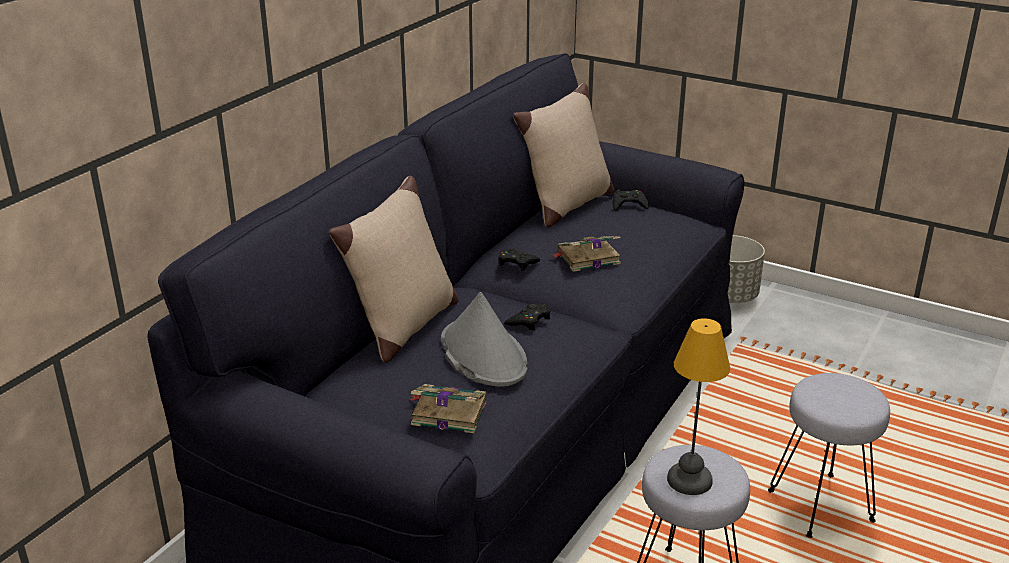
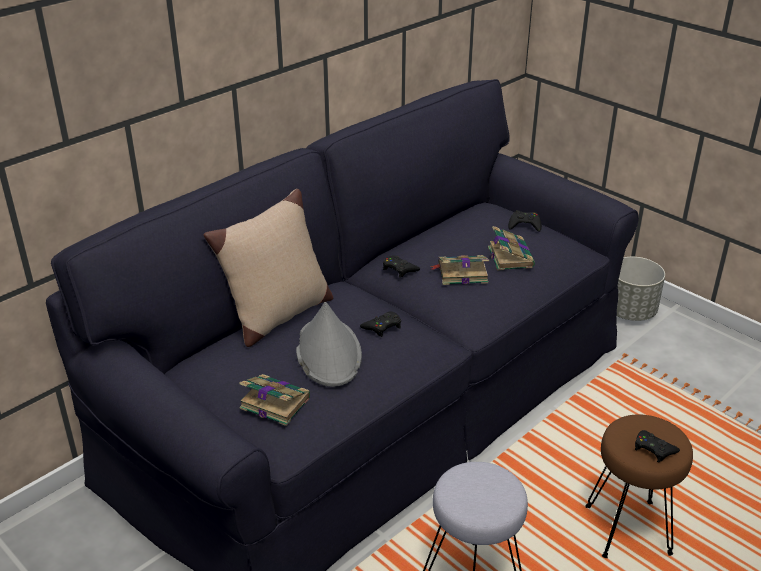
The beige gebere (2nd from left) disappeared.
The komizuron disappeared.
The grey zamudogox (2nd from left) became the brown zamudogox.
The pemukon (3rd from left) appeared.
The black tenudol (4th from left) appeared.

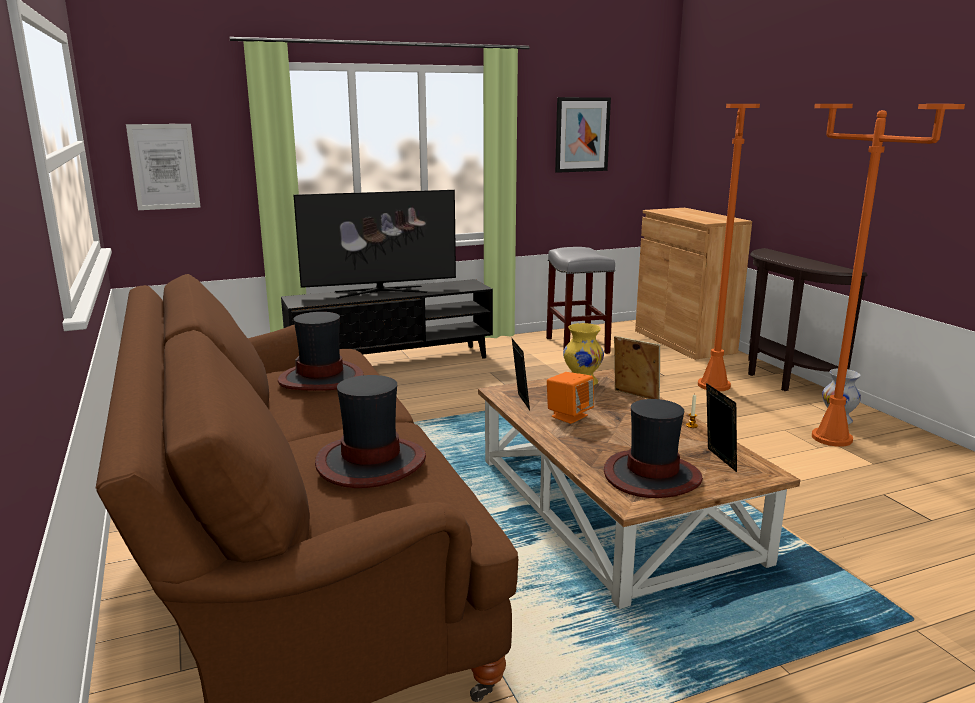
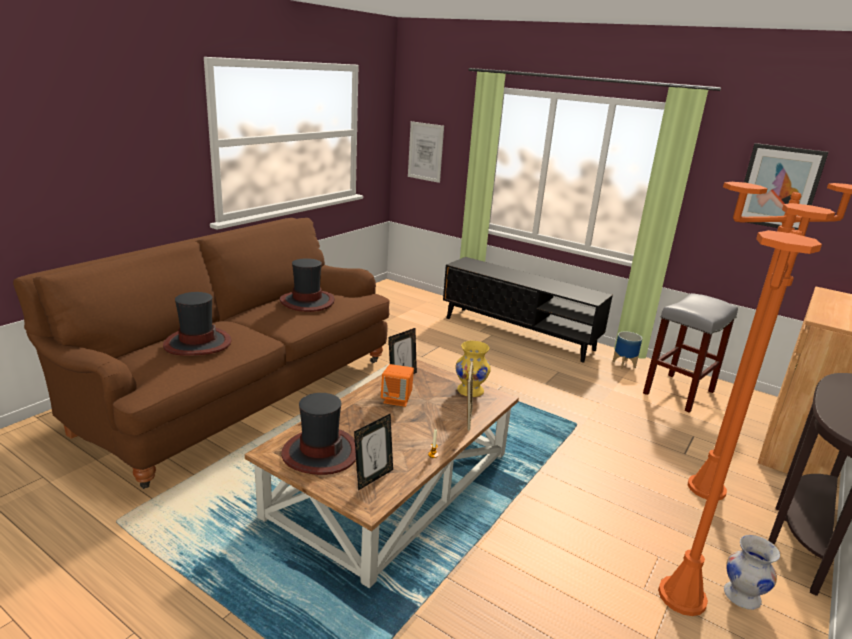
The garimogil disappeared.
The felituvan appeared.

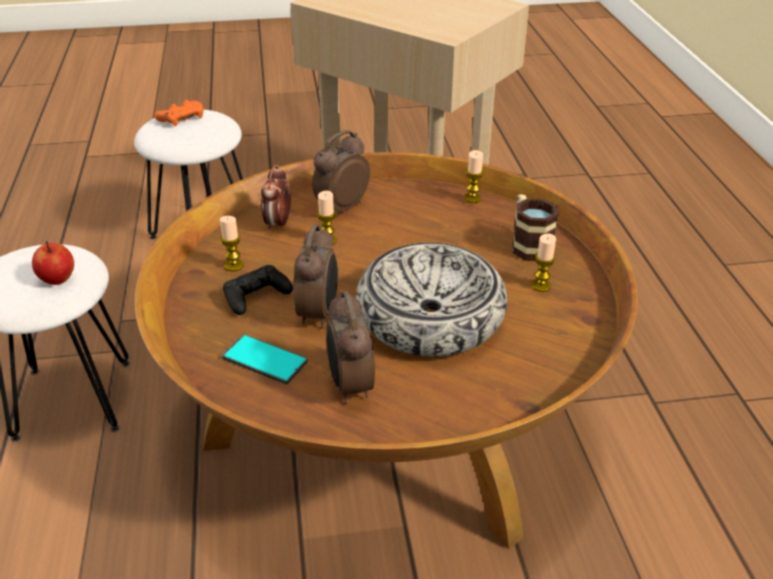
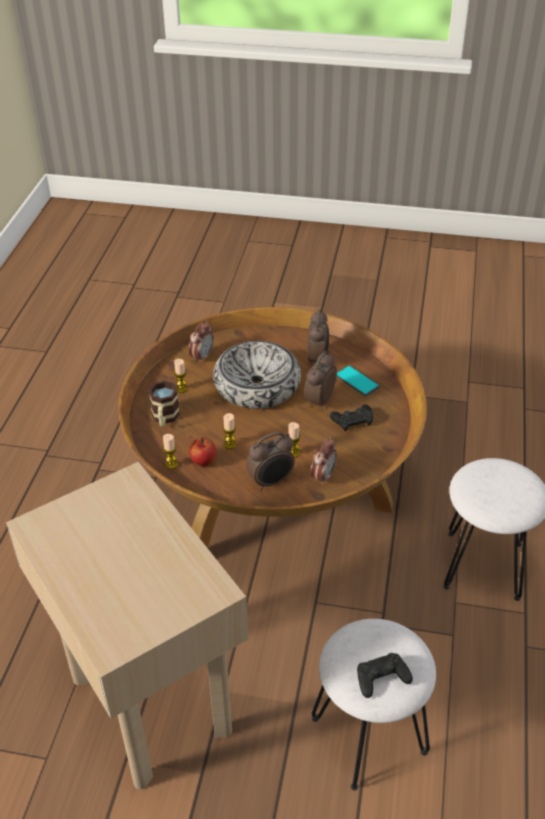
The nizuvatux moved.
The orange tenudol became the black tenudol (2nd from left).
The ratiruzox (1st from left in the first image) moved.
The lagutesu (1st from left) appeared.

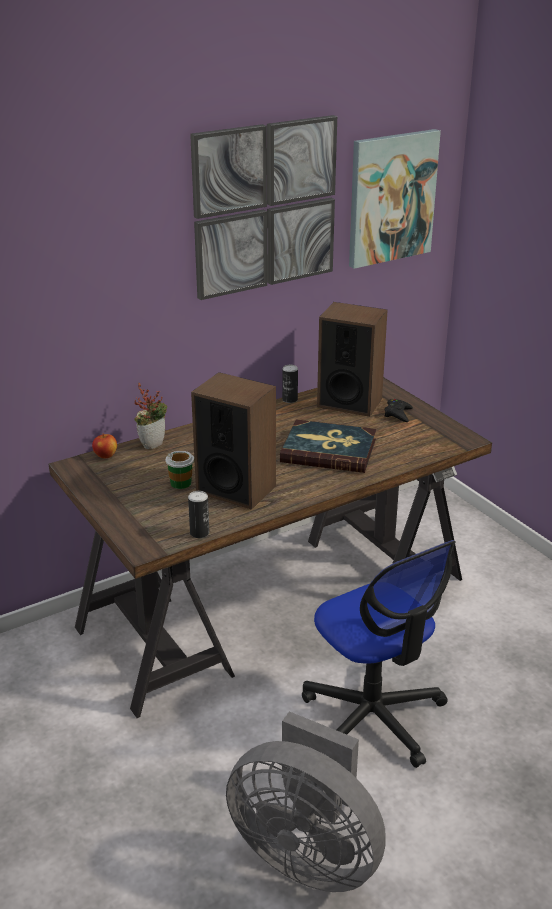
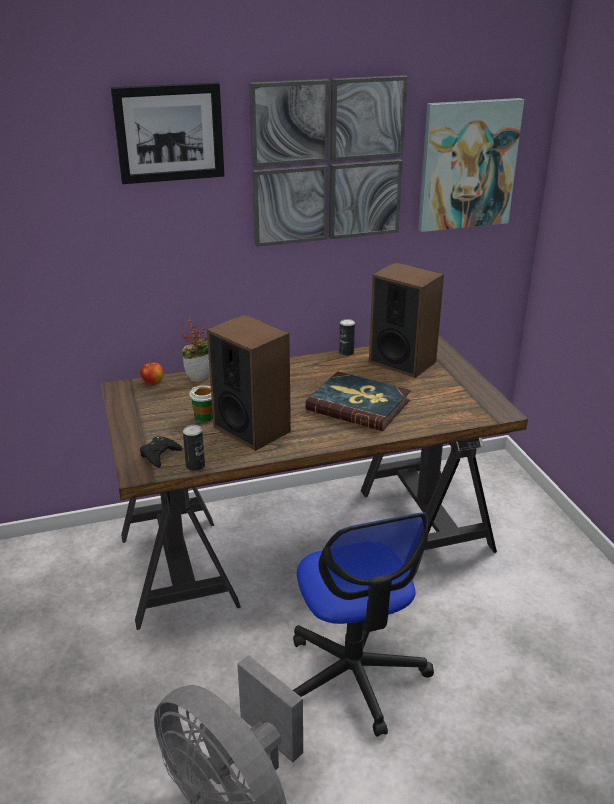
The black tenudol moved.
The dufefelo (1st from left) appeared.

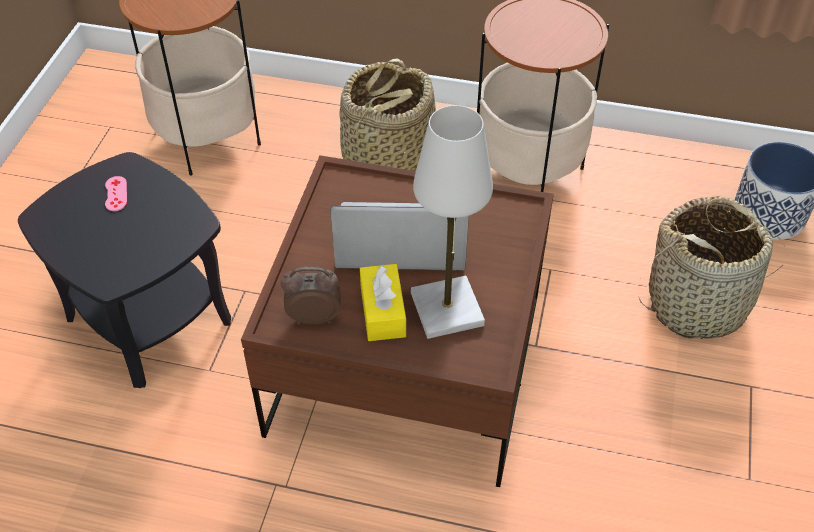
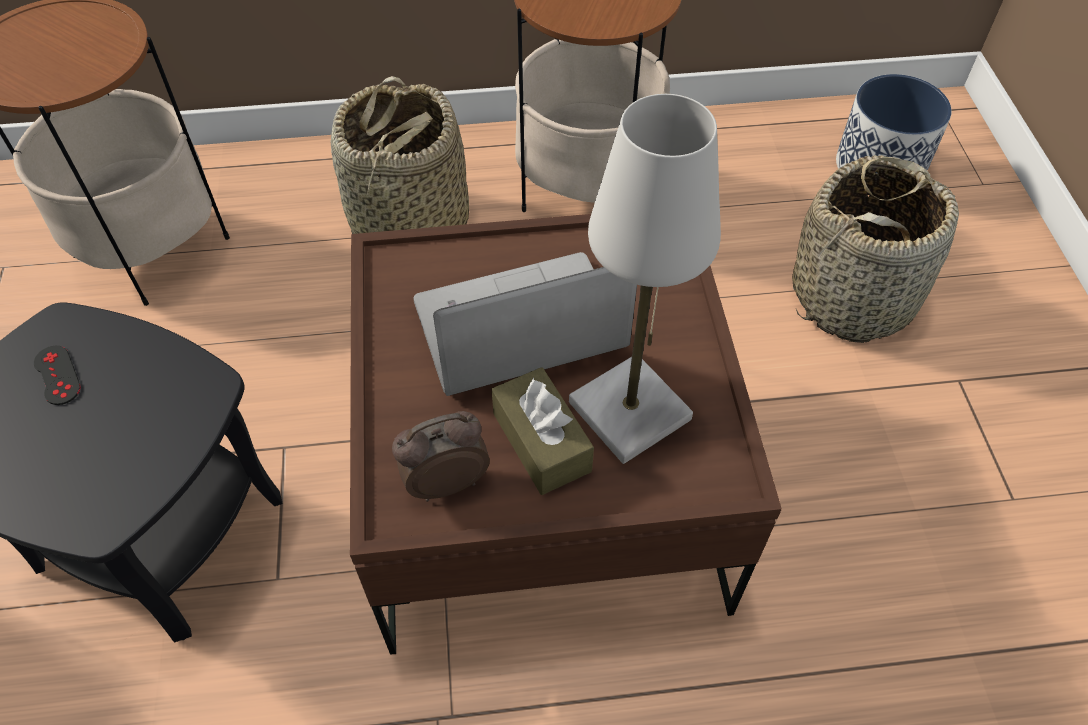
The pink tenudol became the black tenudol.
The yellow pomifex became the brown pomifex.

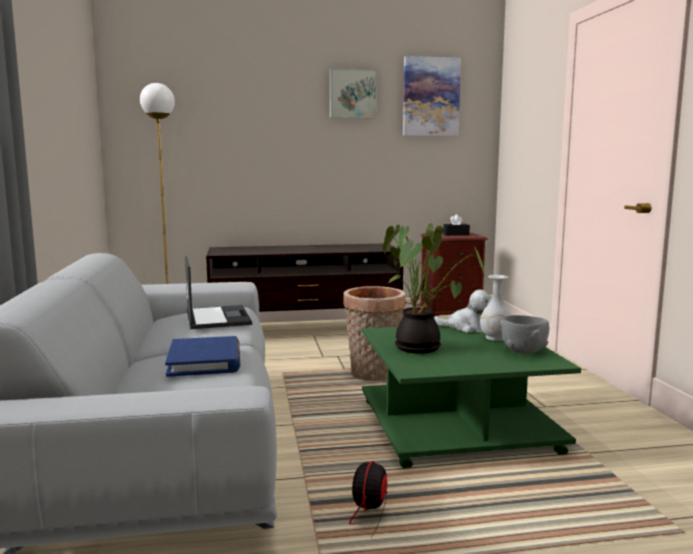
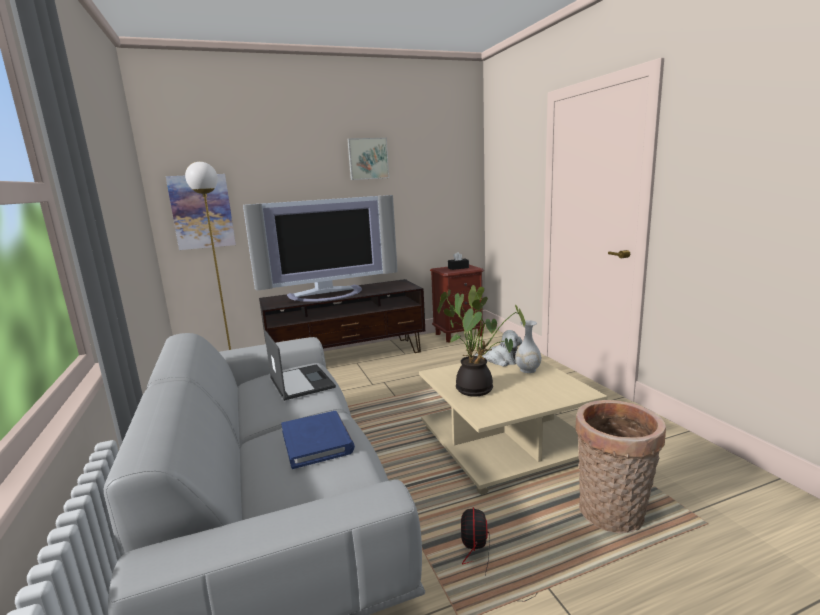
The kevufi moved.
The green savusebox became the beige savusebox.
The dufefelo (2nd from left in the first image) moved.
The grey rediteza disappeared.
The garimogil appeared.

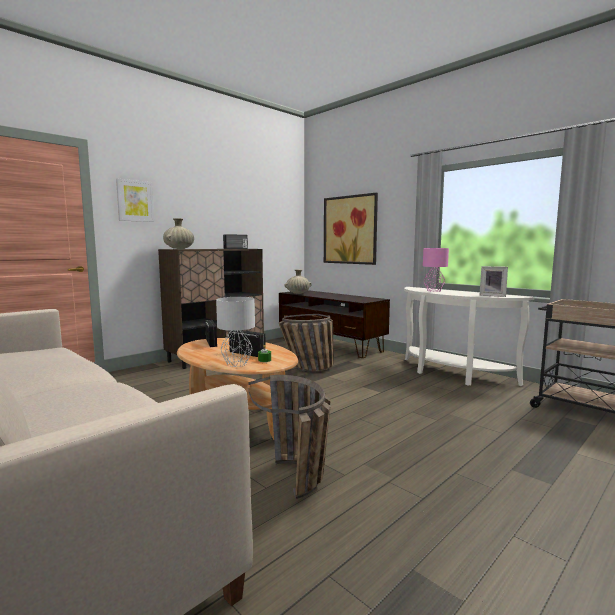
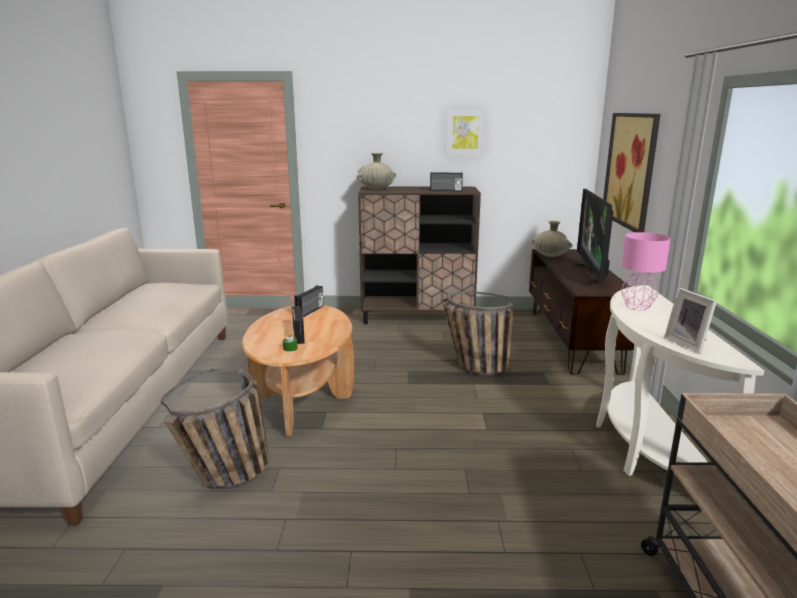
The dufefelo (1st from left) moved.
The grey komizuron disappeared.
The garimogil appeared.

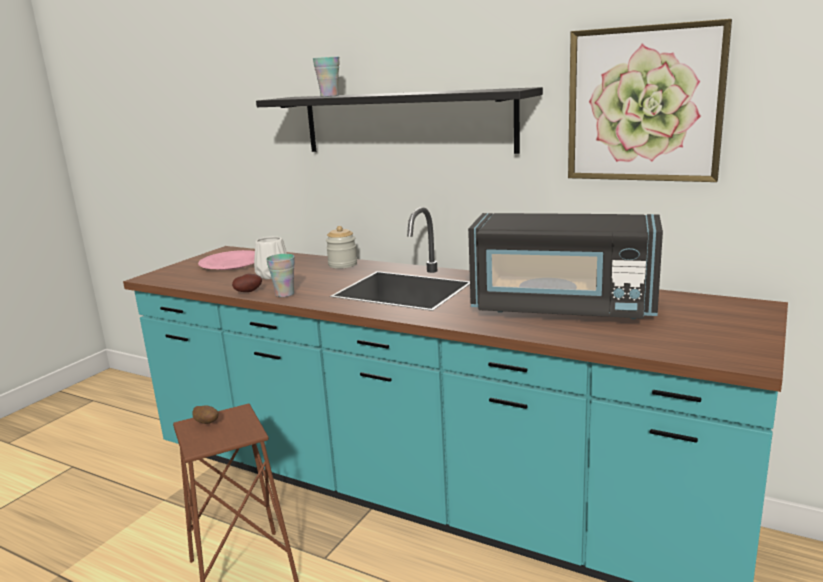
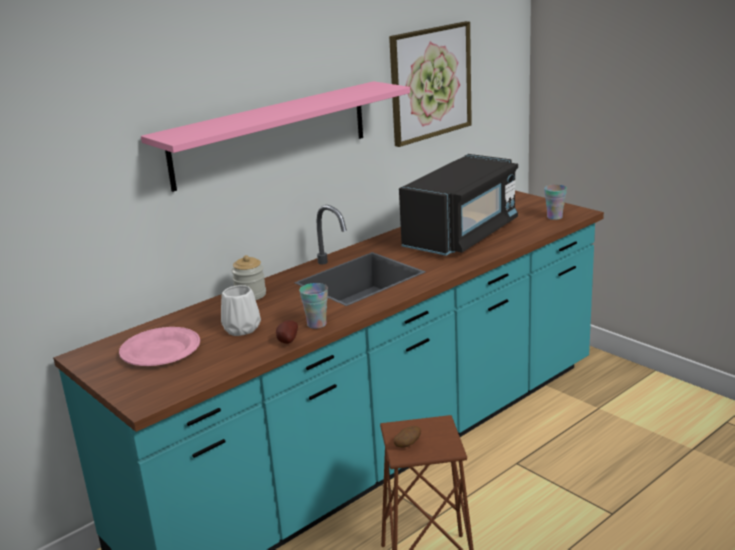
The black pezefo became the pink pezefo.
The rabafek (2nd from left) moved.

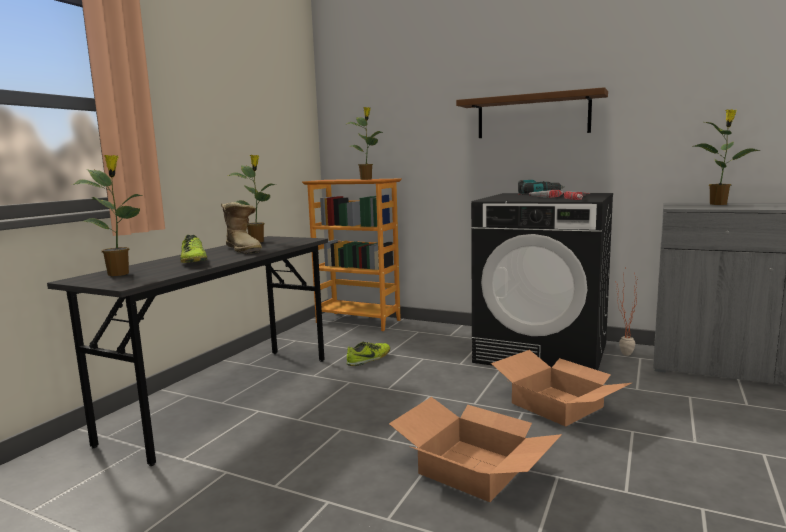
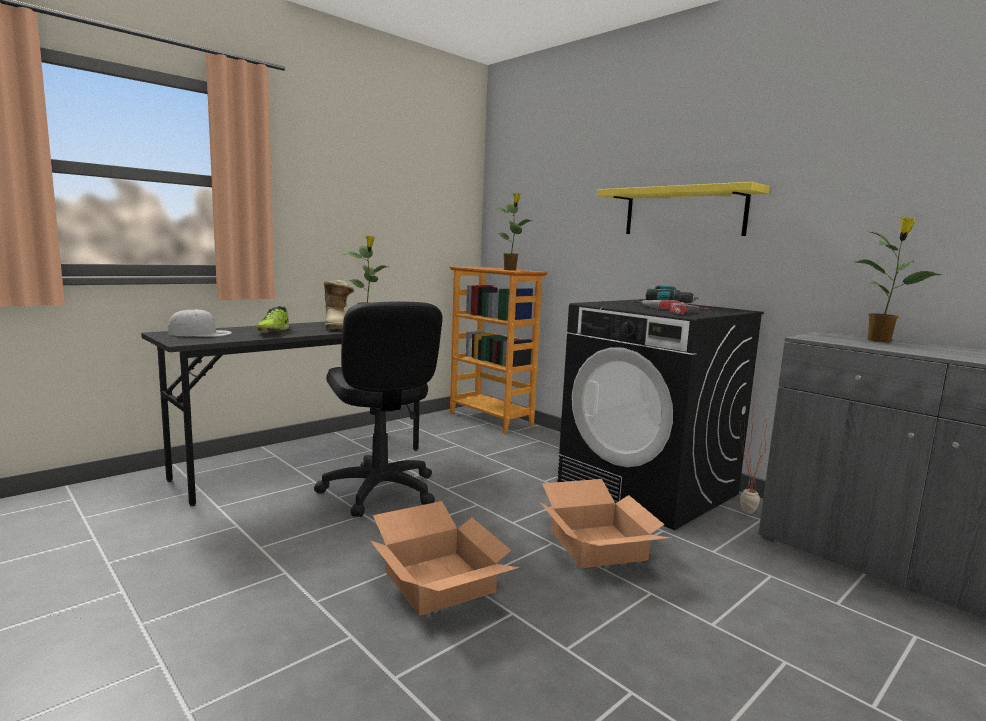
The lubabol (1st from left) was replaced by the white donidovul.
The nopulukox (2nd from left) disappeared.
The brown pezefo became the yellow pezefo.
The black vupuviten appeared.

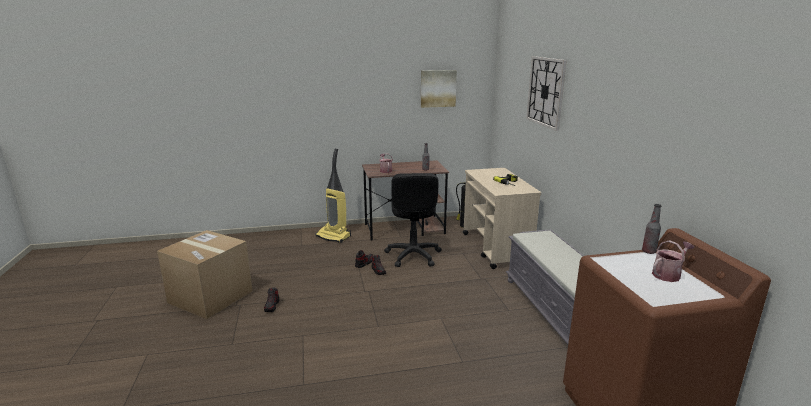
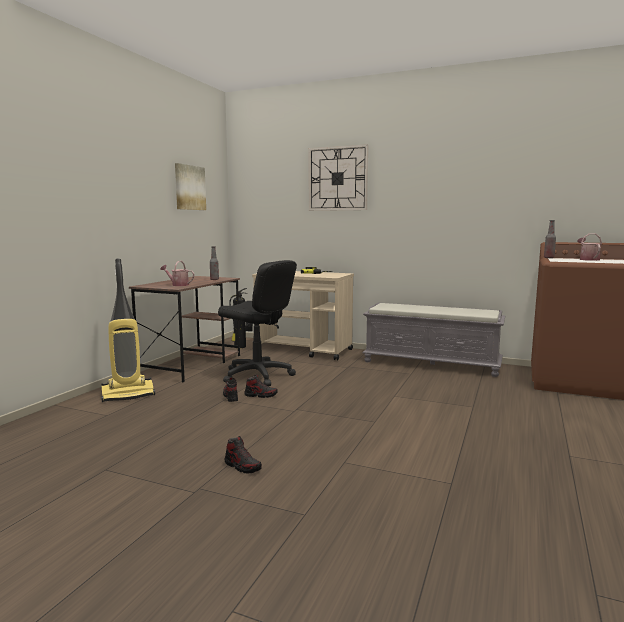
The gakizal disappeared.

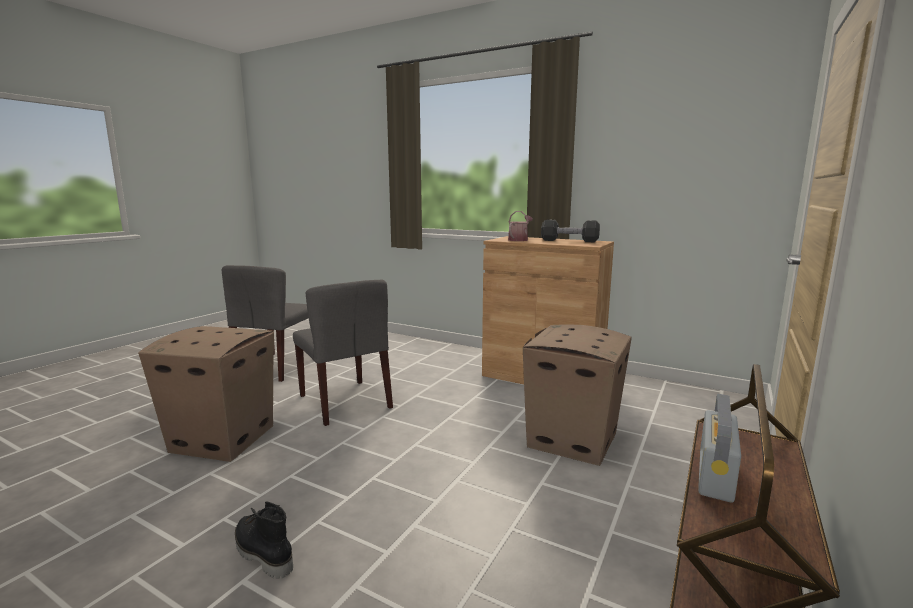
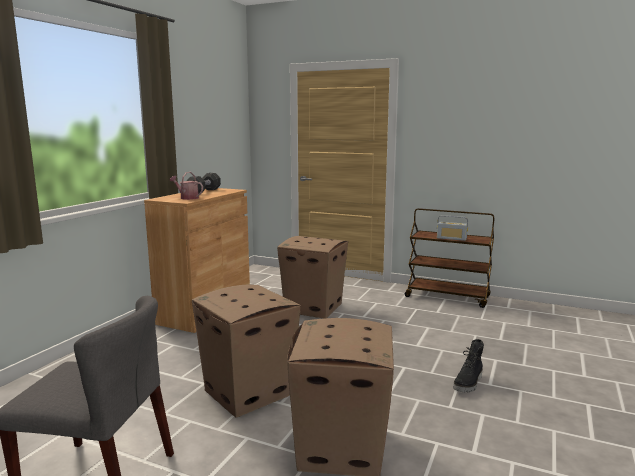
The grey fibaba (2nd from left) was replaced by the gakizal (1st from left).

